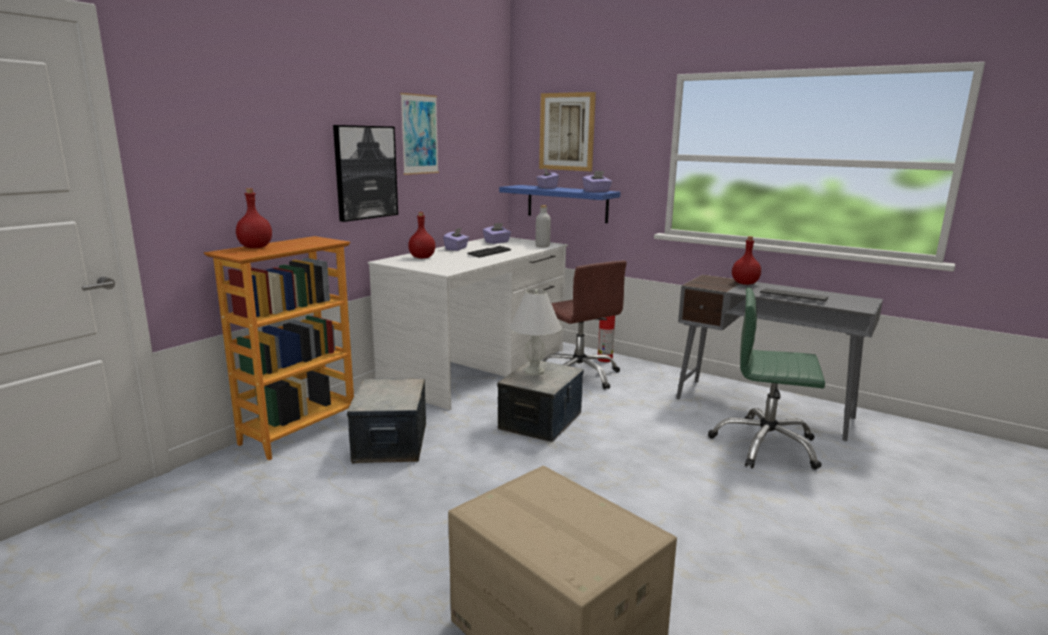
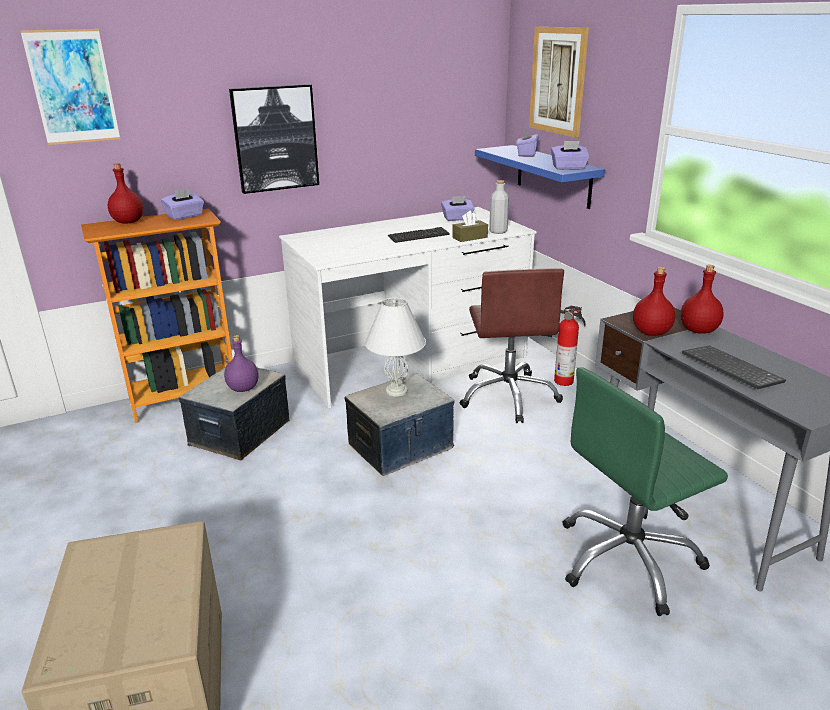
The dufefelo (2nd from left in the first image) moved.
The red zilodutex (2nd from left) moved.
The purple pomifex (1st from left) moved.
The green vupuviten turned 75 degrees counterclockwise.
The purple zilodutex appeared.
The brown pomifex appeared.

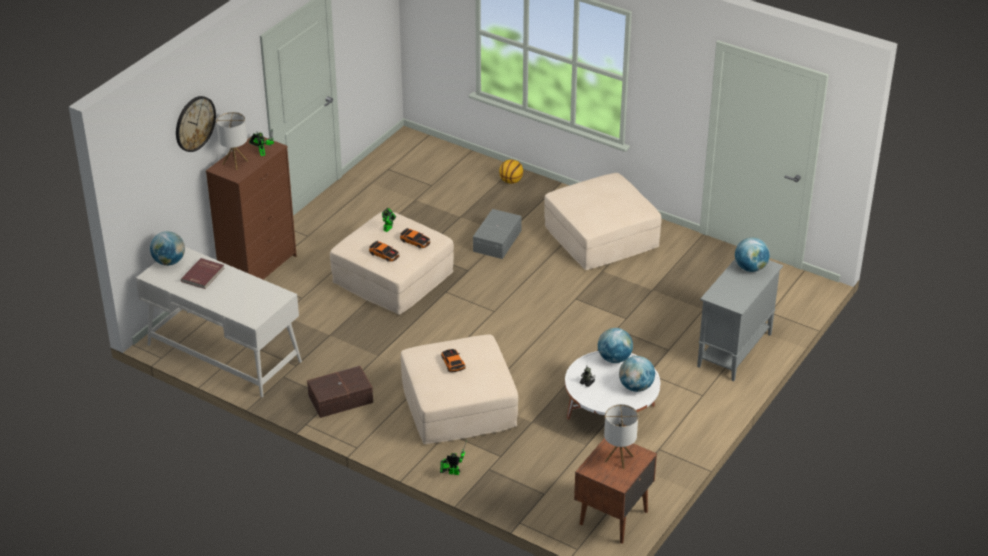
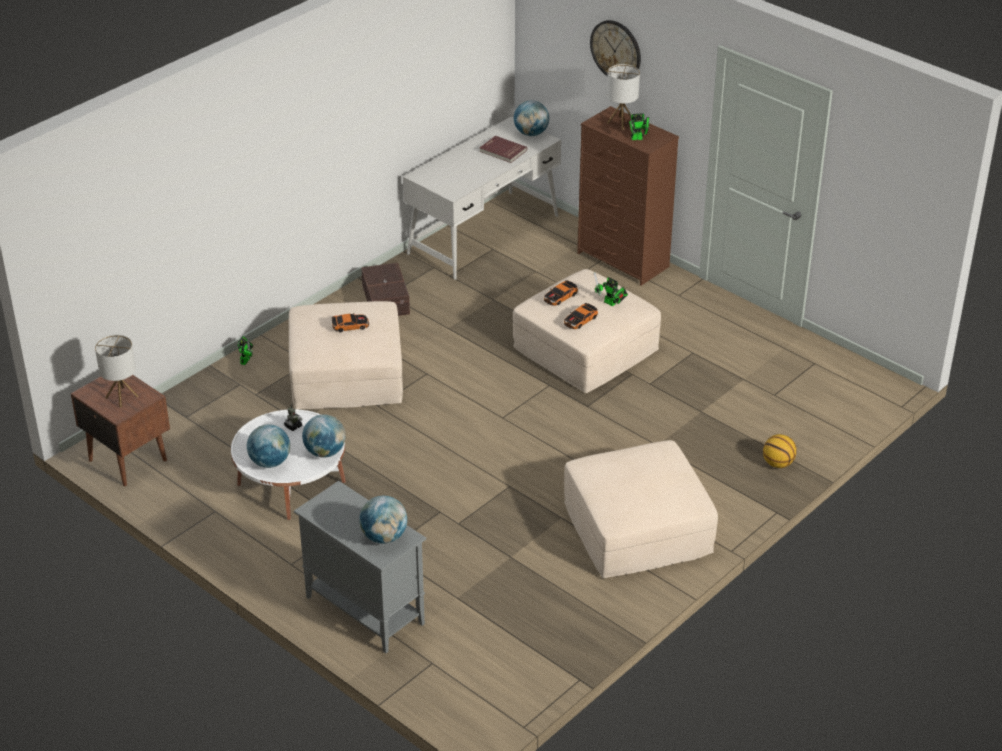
The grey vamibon disappeared.

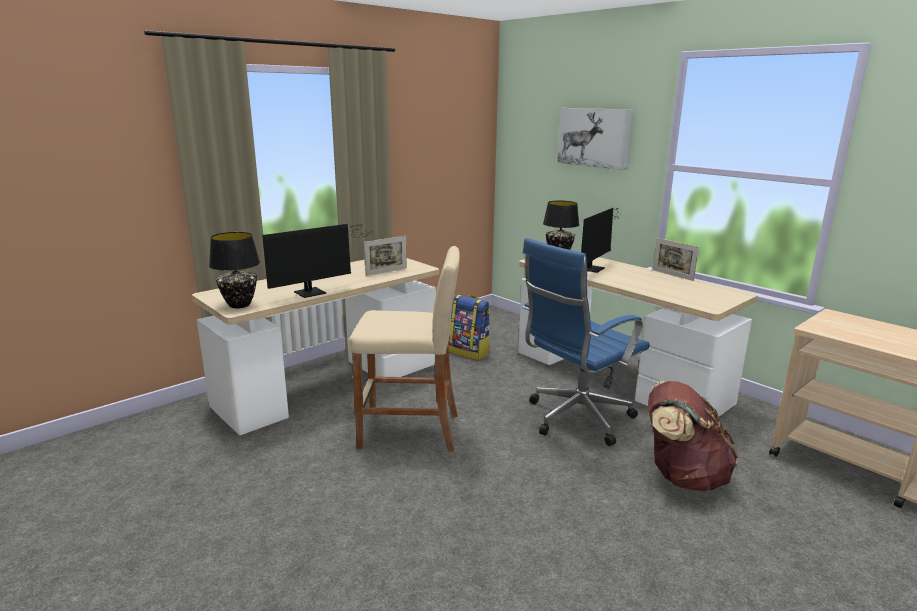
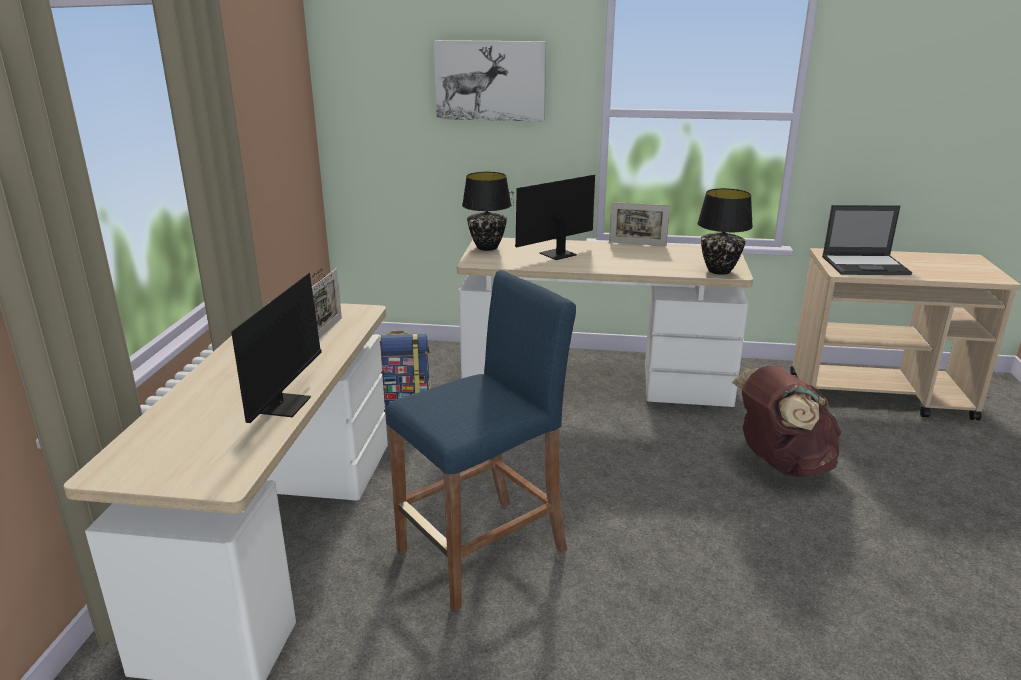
The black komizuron (1st from left in the first image) moved.
The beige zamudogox became the blue zamudogox.
The blue vupuviten disappeared.
The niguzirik (2nd from left) turned 120 degrees counterclockwise.
The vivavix appeared.

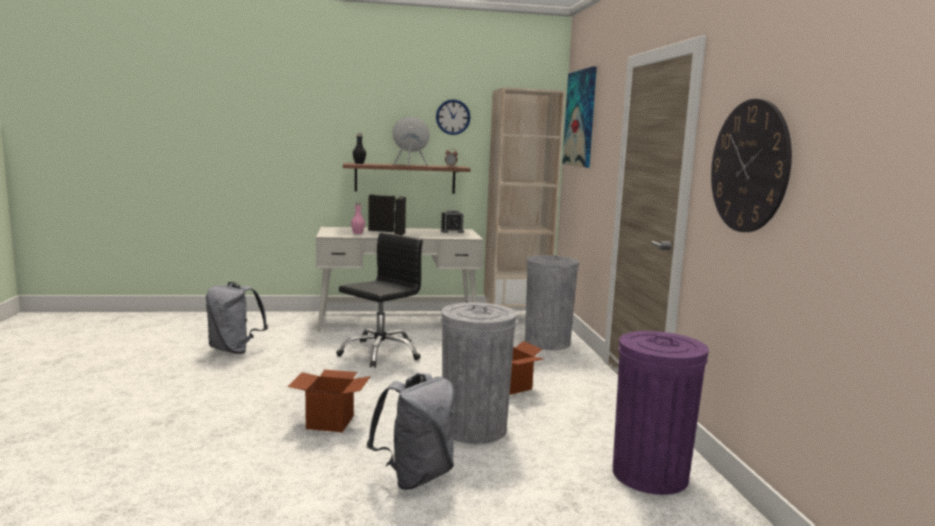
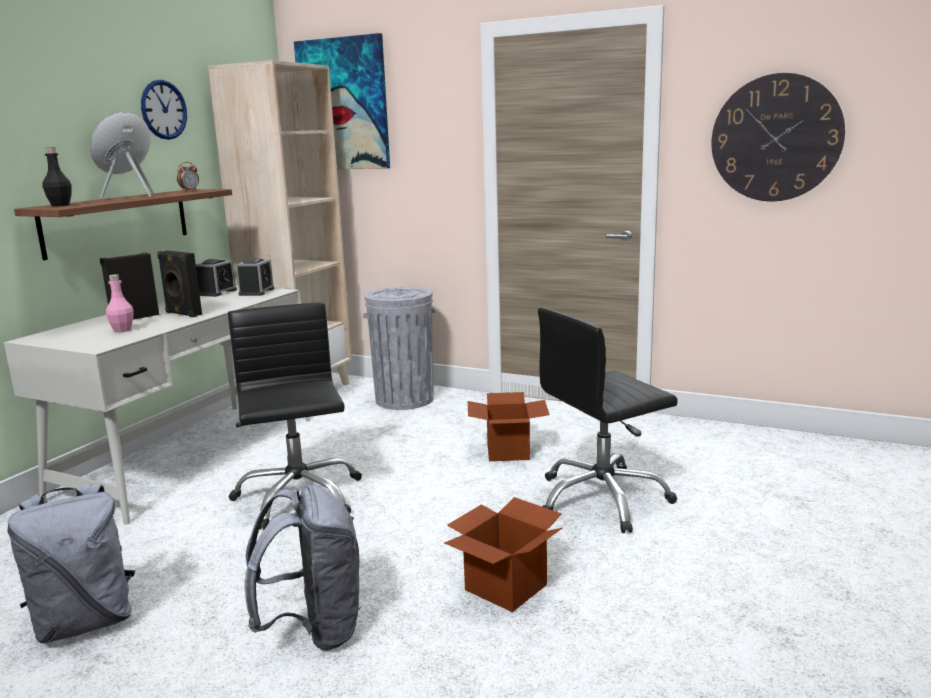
The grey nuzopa (2nd from left) moved.
The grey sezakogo (1st from left) was replaced by the black vupuviten (2nd from left).
The purple sezakogo disappeared.
The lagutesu (3rd from left) appeared.

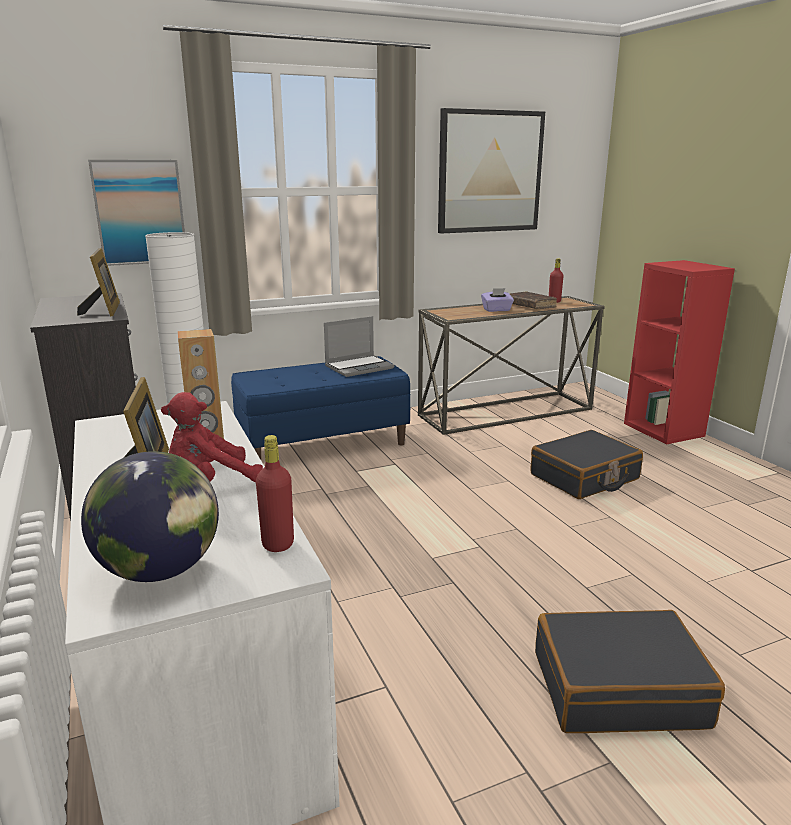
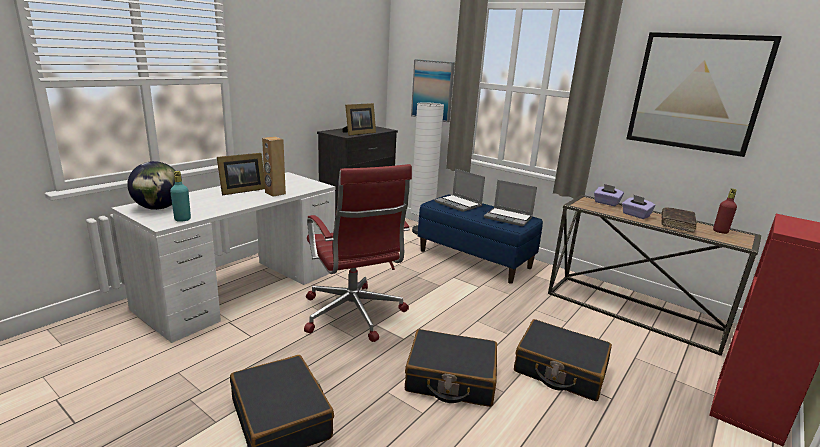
The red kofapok disappeared.
The red zilodutex (1st from left) became the turquoise zilodutex.
The red vupuviten appeared.
The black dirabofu (2nd from left) appeared.
The vivavix (1st from left) appeared.
The purple pomifex (1st from left) appeared.

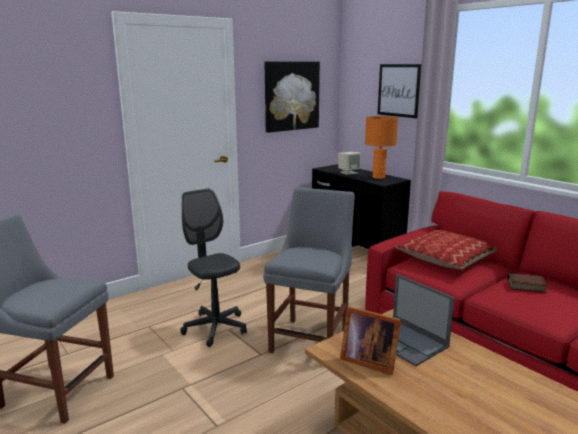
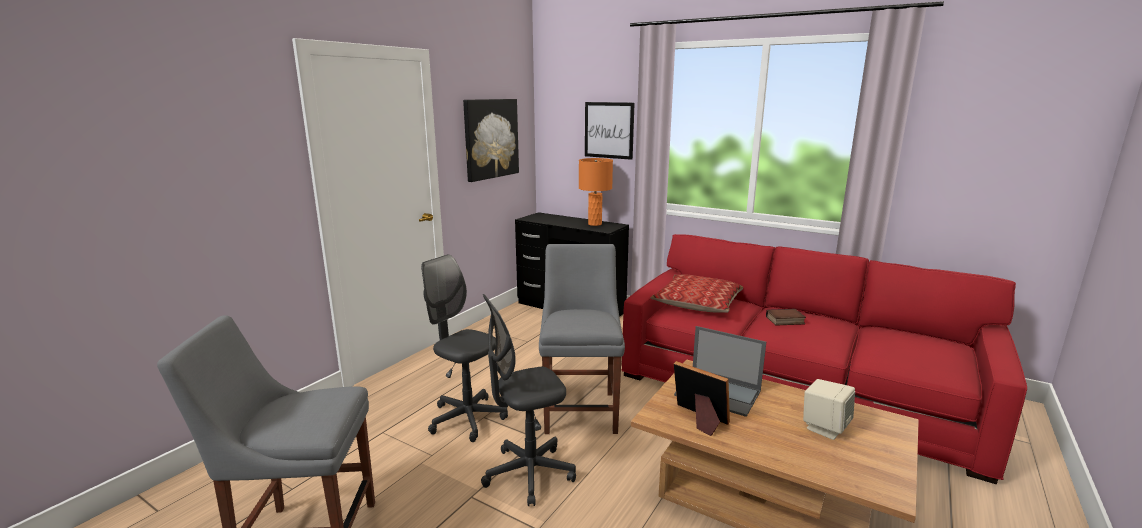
The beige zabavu moved.
The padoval turned 150 degrees counterclockwise.
The grey vupuviten (2nd from left) appeared.

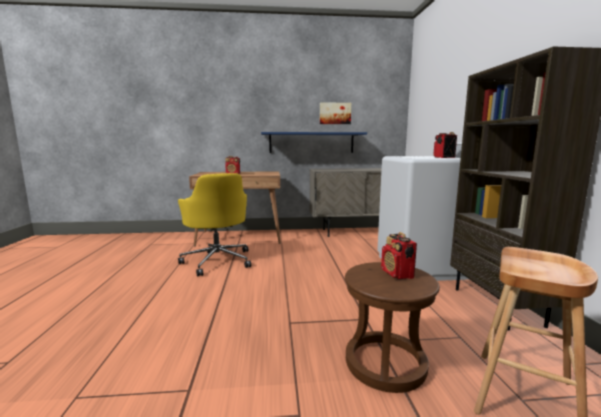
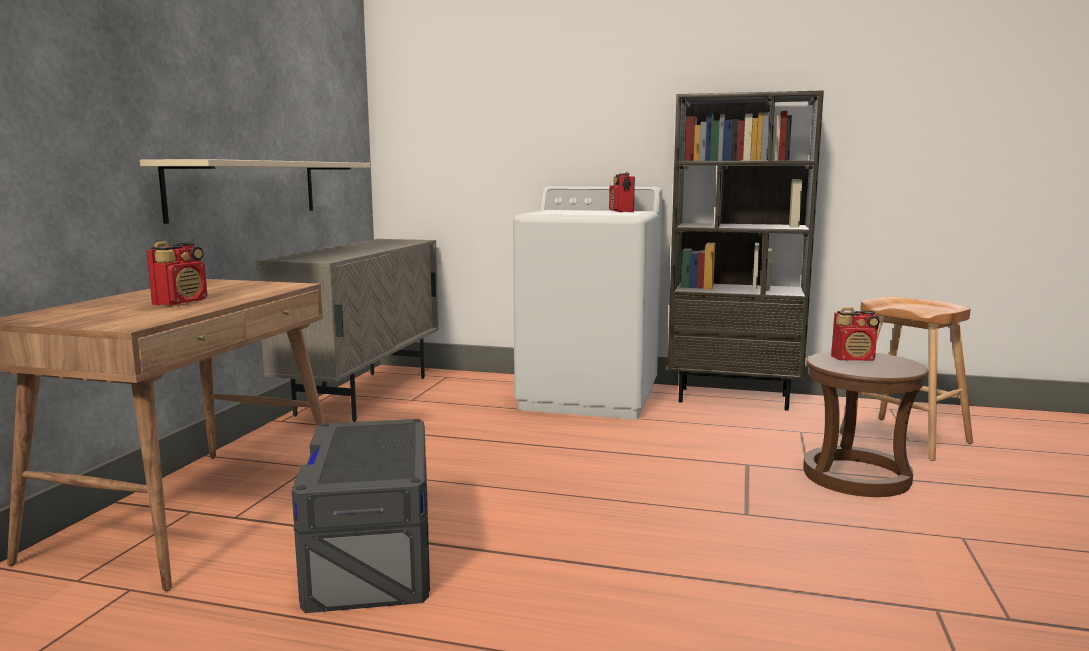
The yellow vupuviten was replaced by the grey vamibon.
The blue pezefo became the beige pezefo.
The dufefelo disappeared.

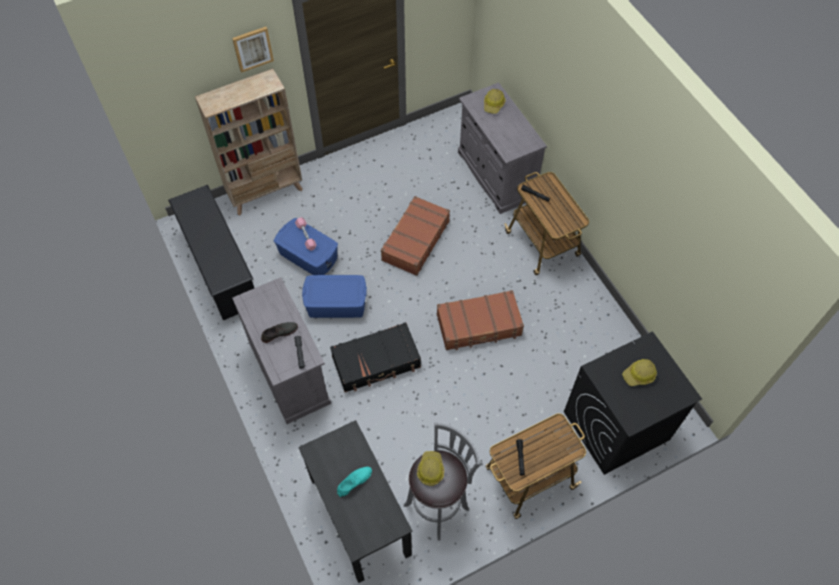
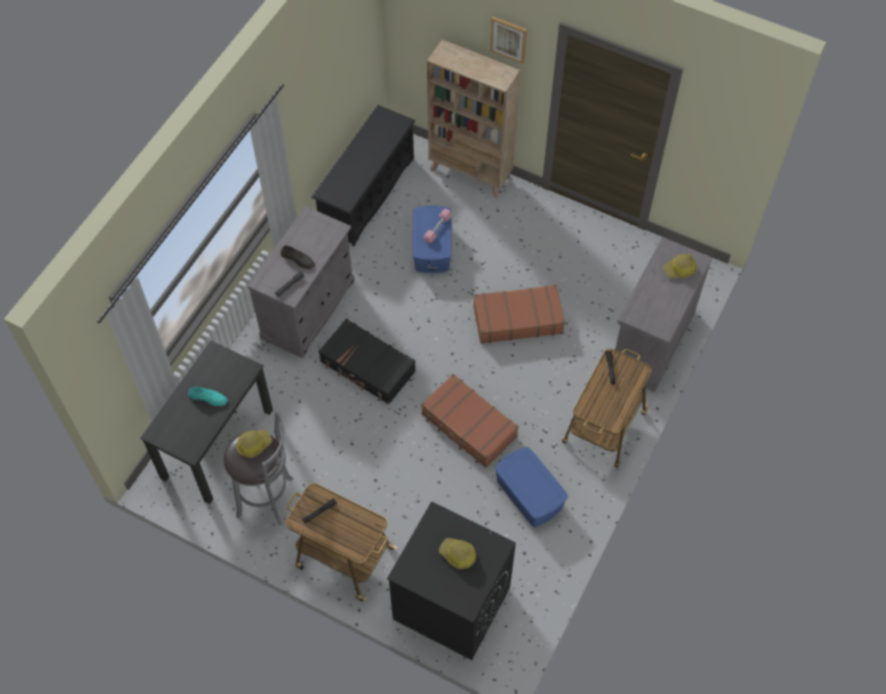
The blue vamibon (2nd from left) moved.

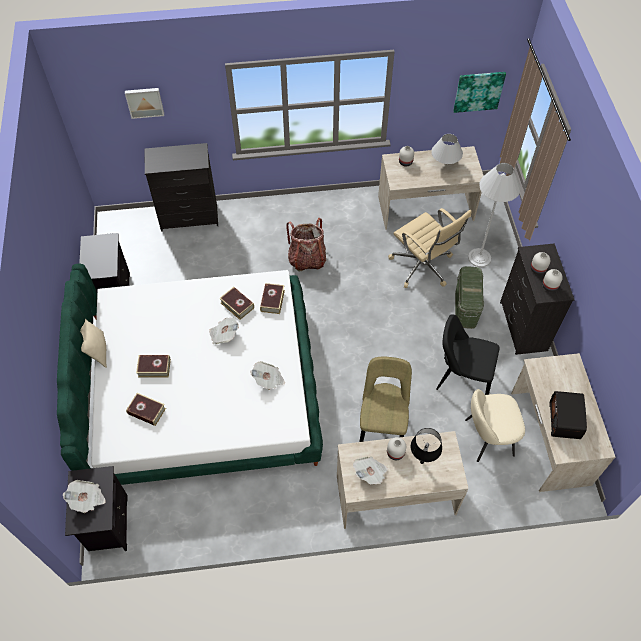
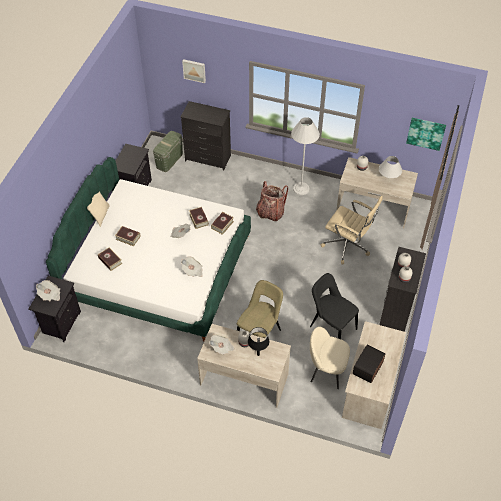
The beige vupuviten turned 45 degrees counterclockwise.
The green vamibon moved.
The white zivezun moved.

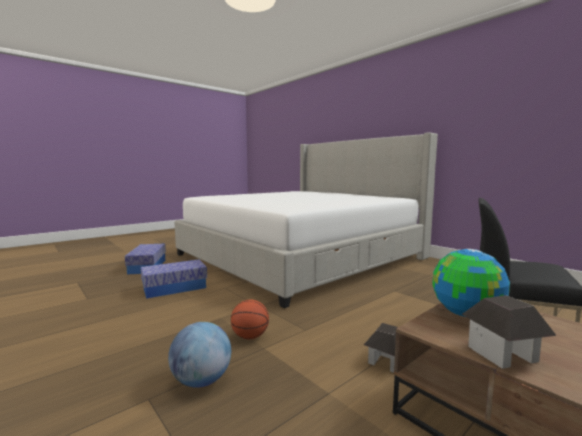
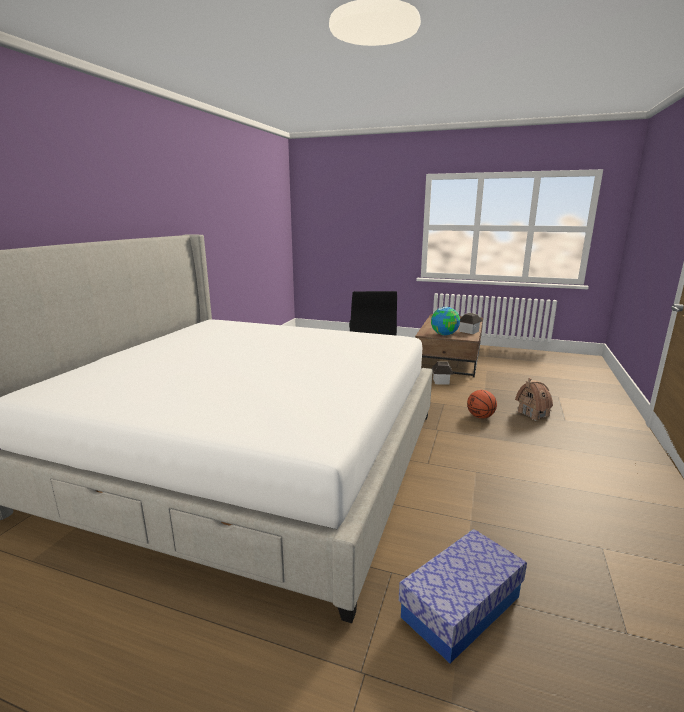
The vamibon (2nd from left) disappeared.
The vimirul (1st from left) was replaced by the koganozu (3rd from left).

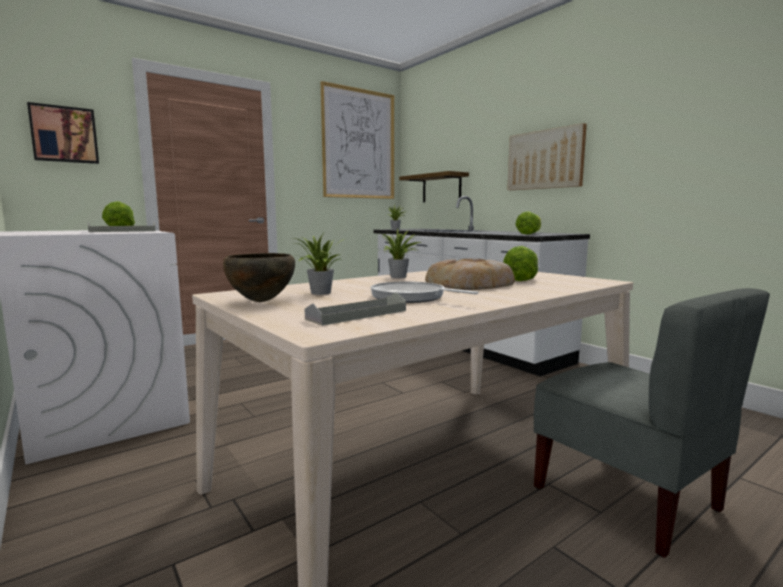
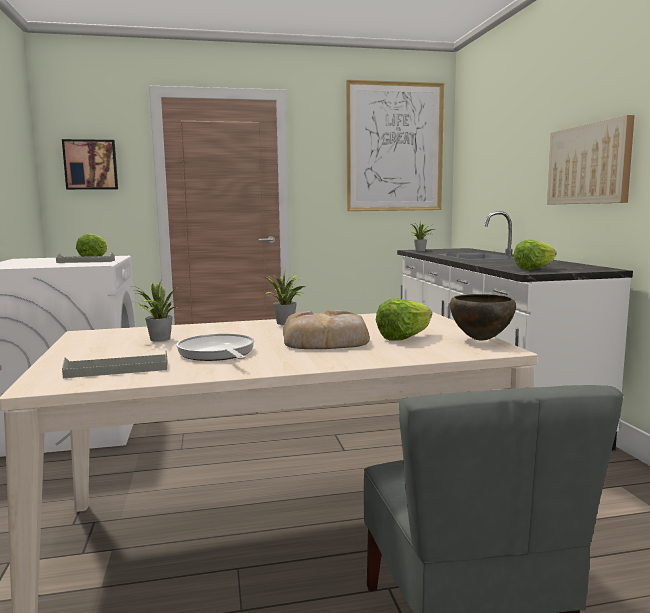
The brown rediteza moved.
The pezefo disappeared.

